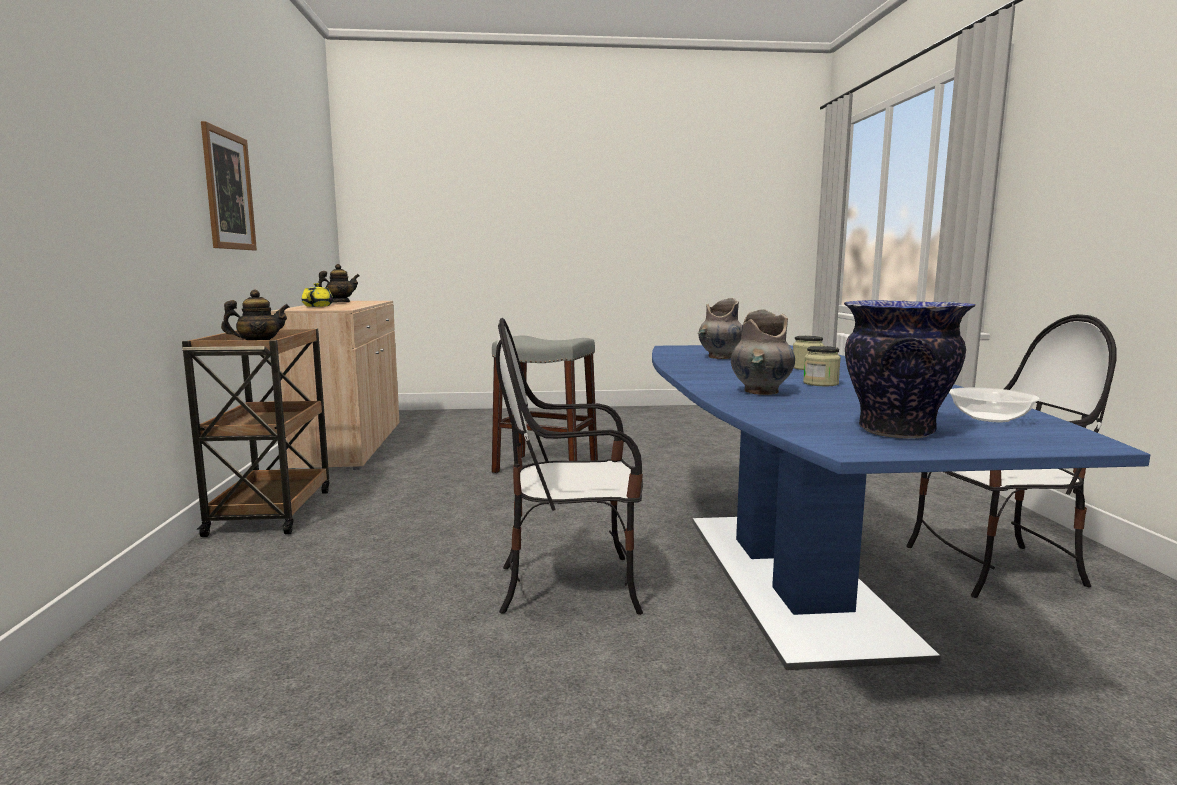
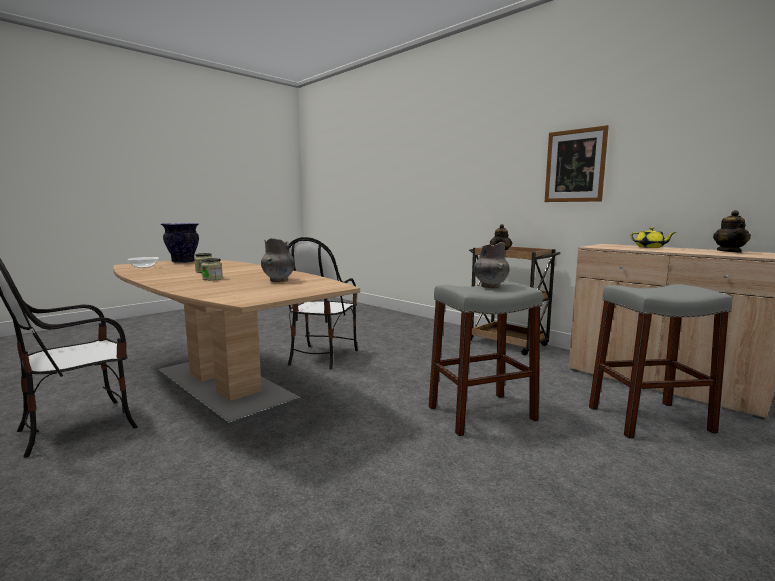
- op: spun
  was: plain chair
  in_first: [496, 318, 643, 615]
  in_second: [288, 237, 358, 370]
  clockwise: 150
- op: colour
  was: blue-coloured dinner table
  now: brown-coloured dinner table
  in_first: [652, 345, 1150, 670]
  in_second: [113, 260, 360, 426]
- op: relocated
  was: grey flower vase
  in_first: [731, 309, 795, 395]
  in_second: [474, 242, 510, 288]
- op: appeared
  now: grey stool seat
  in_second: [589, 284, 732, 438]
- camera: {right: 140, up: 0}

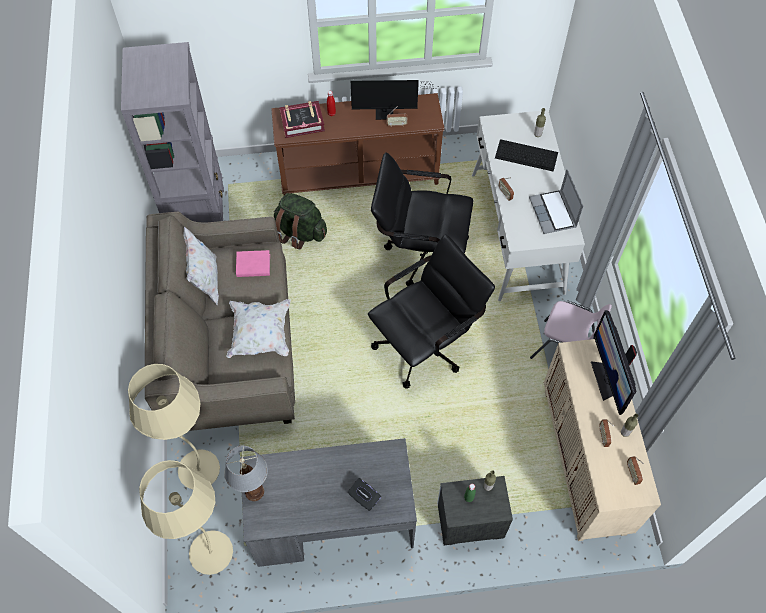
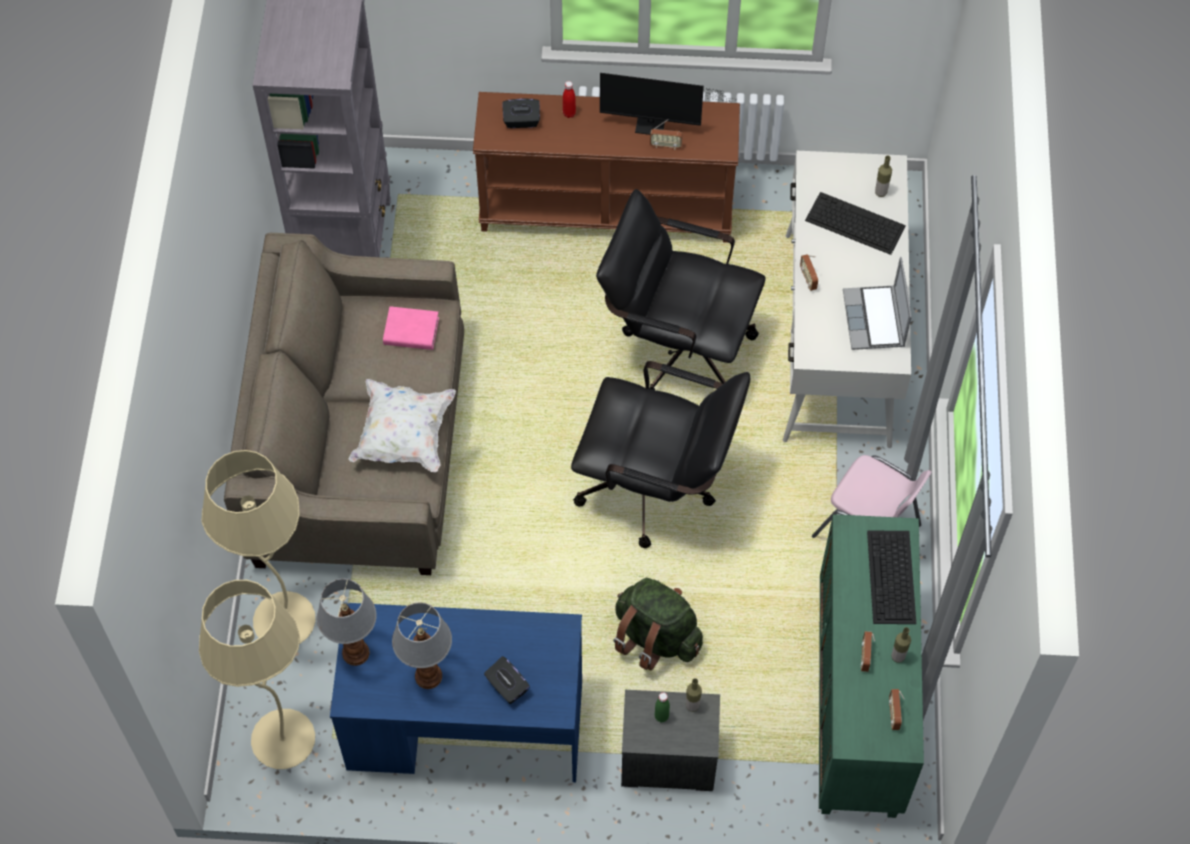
- op: missing
  was: whitish pillow
  in_first: [184, 226, 219, 305]
- op: colour
  was: grey desk unit
  now: blue-coloured desk unit
  in_first: [240, 438, 417, 567]
  in_second: [330, 603, 582, 782]
- op: relocated
  was: green-coloured knapsack
  in_first: [274, 193, 327, 249]
  in_second: [613, 578, 703, 671]
- op: exchanged
  was: book
  now: black box of tissues
  in_first: [279, 101, 325, 138]
  in_second: [502, 99, 540, 128]
- op: spun
  was: black office chair
  in_first: [368, 234, 495, 389]
  in_second: [571, 361, 750, 548]
  clockwise: 45
- op: colour
  was: sand-coloured storage cabinet
  now: green-coloured storage cabinet
  in_first: [544, 339, 661, 541]
  in_second: [819, 514, 924, 818]
- op: exchanged
  was: computer display
  now: PC keyboard
  in_first: [591, 310, 637, 415]
  in_second: [867, 531, 916, 624]
- op: appeared
  now: table lamp
  in_second: [392, 603, 452, 689]
- camera: {right: 10, up: 0}

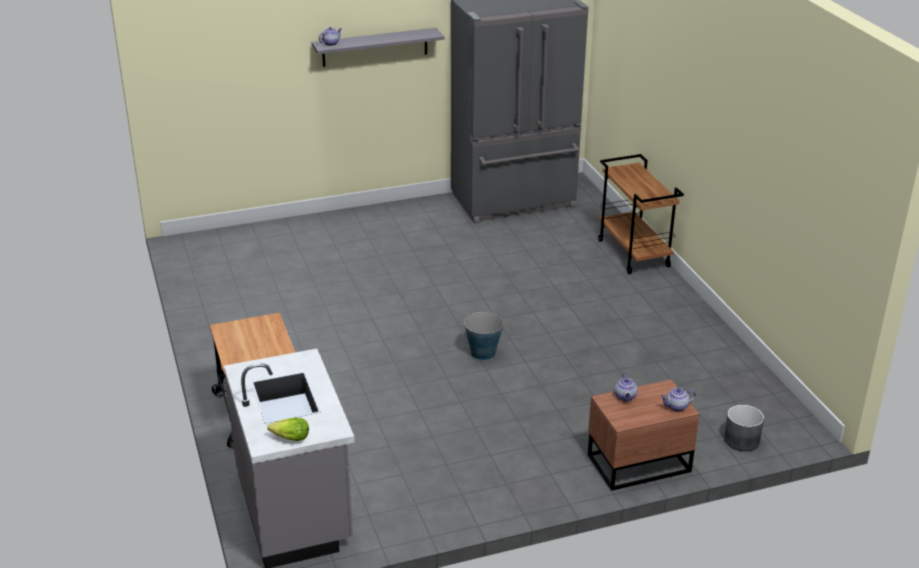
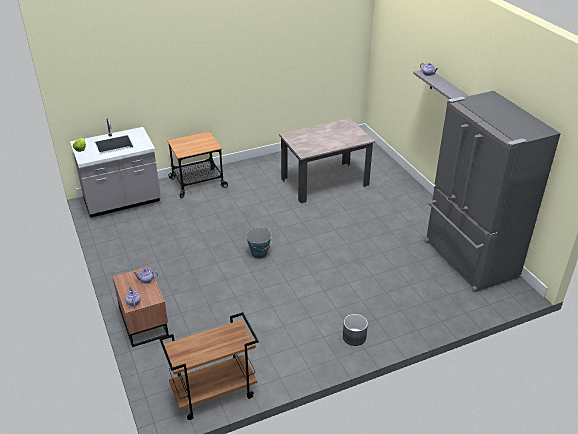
- op: relocated
  was: brown-coloured trolley
  in_first: [598, 154, 684, 274]
  in_second: [159, 312, 259, 420]
- op: relocated
  was: grey plant pot
  in_first: [724, 405, 764, 451]
  in_second: [343, 314, 368, 346]
- op: appeared
  now: sand-coloured dinner table
  in_second: [279, 118, 375, 203]
- camera: {right: 85, up: 5}

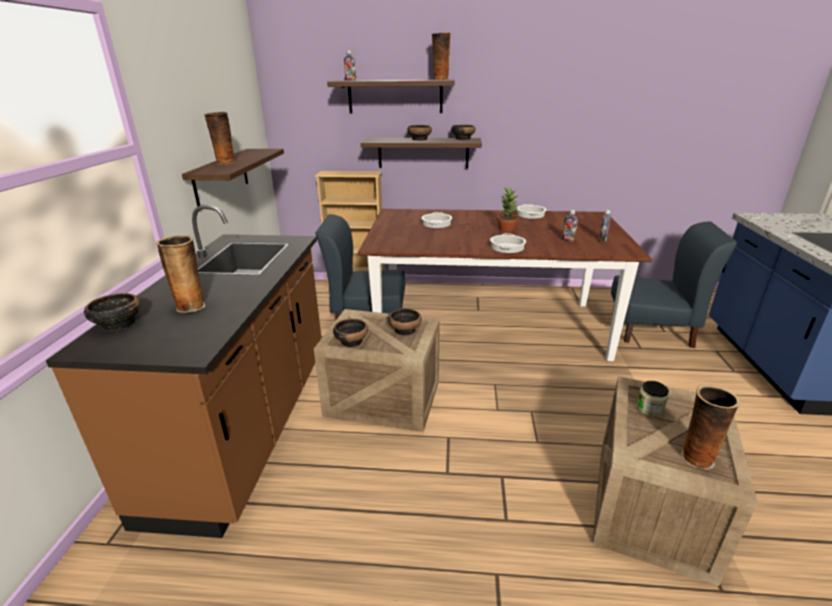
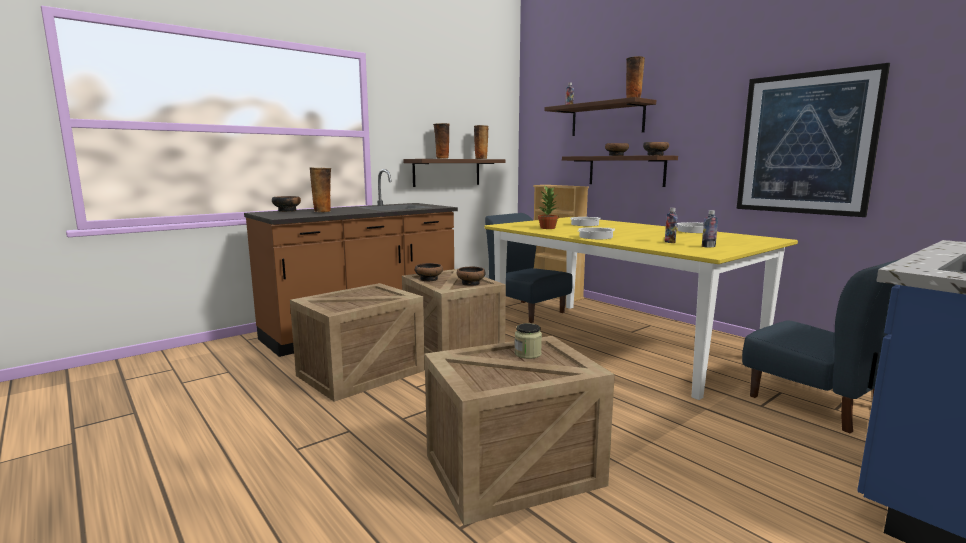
- op: colour
  was: brown-coloured dinner table
  now: yellow dinner table
  in_first: [358, 209, 652, 361]
  in_second: [484, 217, 798, 400]
- op: relocated
  was: plant in a pot
  in_first: [497, 187, 519, 232]
  in_second: [538, 185, 559, 229]
- op: relocated
  was: flower vase
  in_first: [681, 385, 740, 470]
  in_second: [474, 125, 489, 159]
- op: appeared
  now: shipping crate
  in_second: [290, 283, 425, 402]
- op: appeared
  now: wall art
  in_second: [737, 63, 890, 217]
- camera: {right: 45, up: -15}

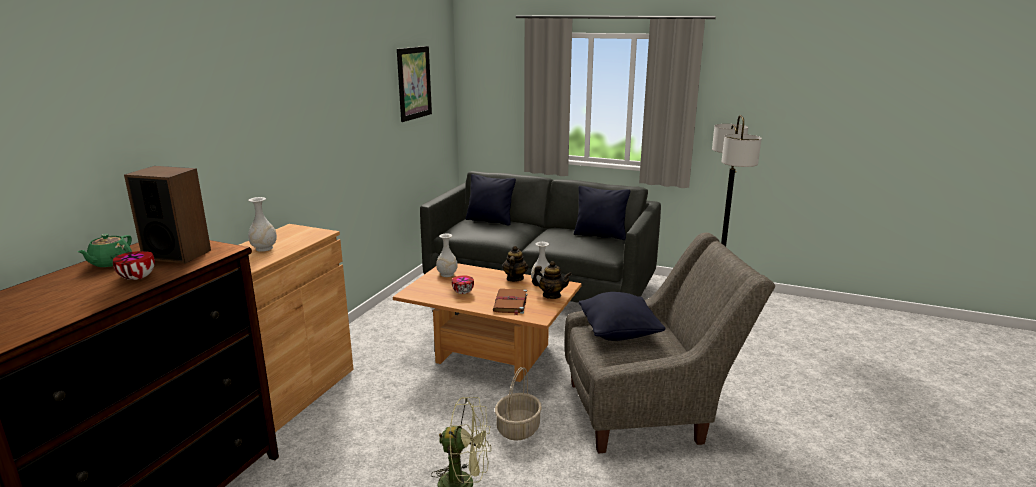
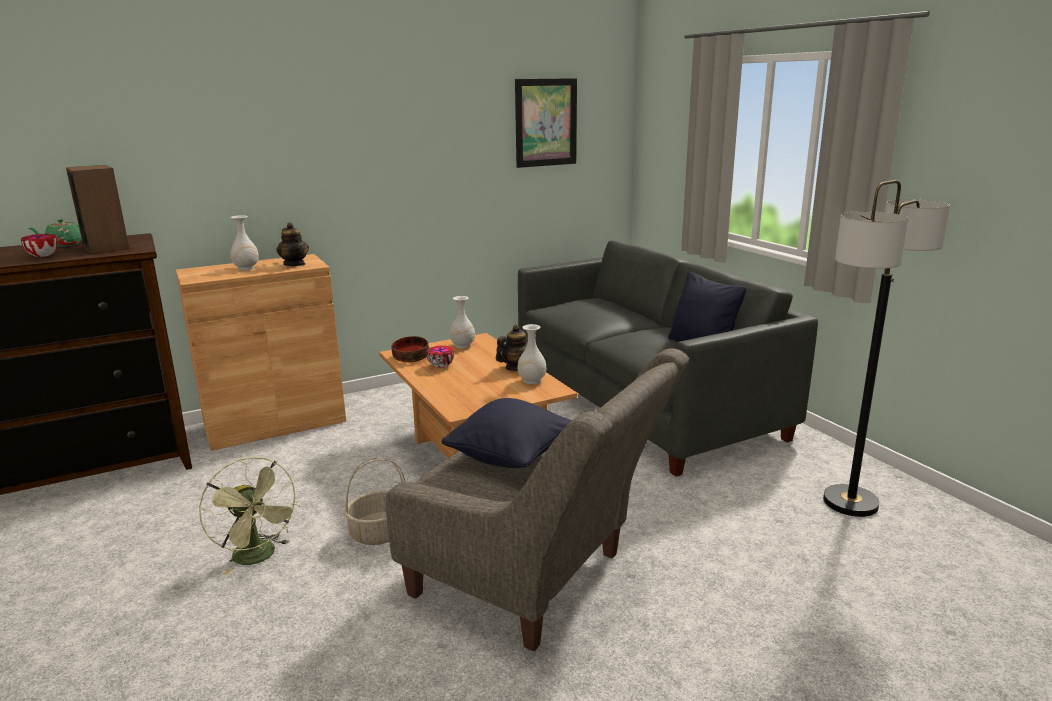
- op: missing
  was: black pillow
  in_first: [466, 174, 516, 225]
- op: missing
  was: brown-coloured book
  in_first: [493, 289, 527, 315]
- op: relocated
  was: pot for tea
  in_first: [532, 261, 572, 299]
  in_second: [277, 222, 309, 266]
- op: appeared
  now: deep dish
  in_second: [391, 336, 429, 362]
- camera: {right: 40, up: 0}

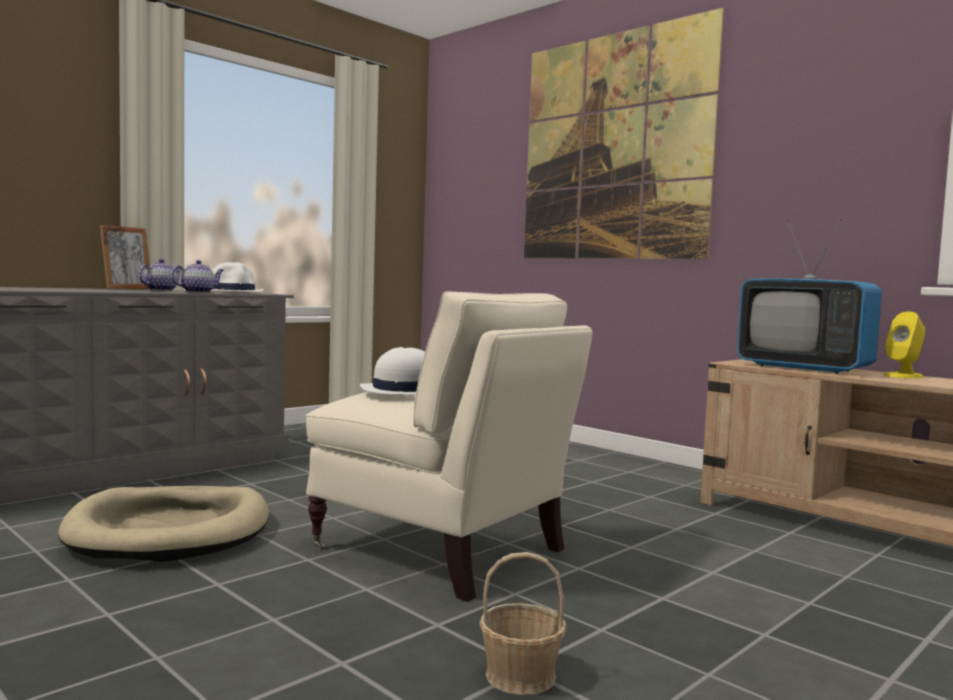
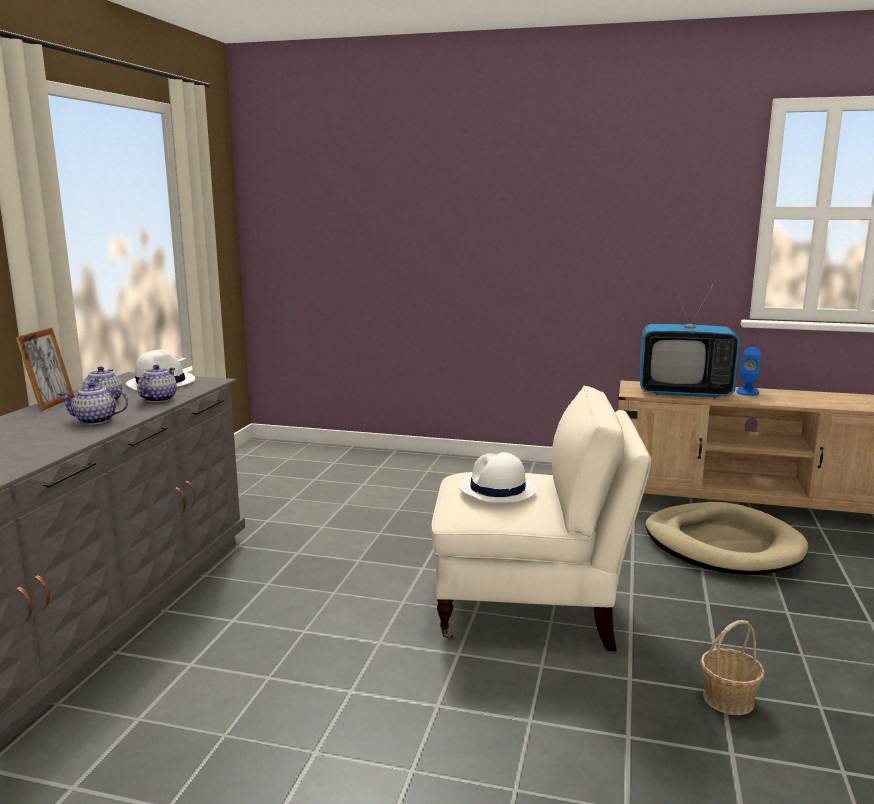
- op: relocated
  was: sand-coloured pet bed
  in_first: [58, 486, 269, 562]
  in_second: [645, 502, 808, 575]
- op: missing
  was: wall art
  in_first: [524, 8, 724, 259]
- op: colour
  was: yellow speaker
  now: blue-coloured speaker
  in_first: [884, 312, 925, 378]
  in_second: [736, 347, 761, 396]
- op: appeared
  now: pot for tea
  in_second: [58, 382, 128, 424]
- camera: {right: -30, up: 10}

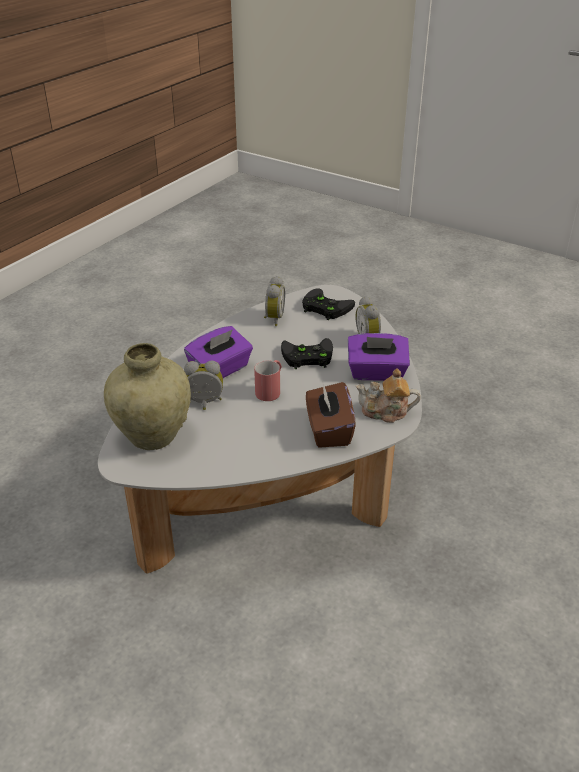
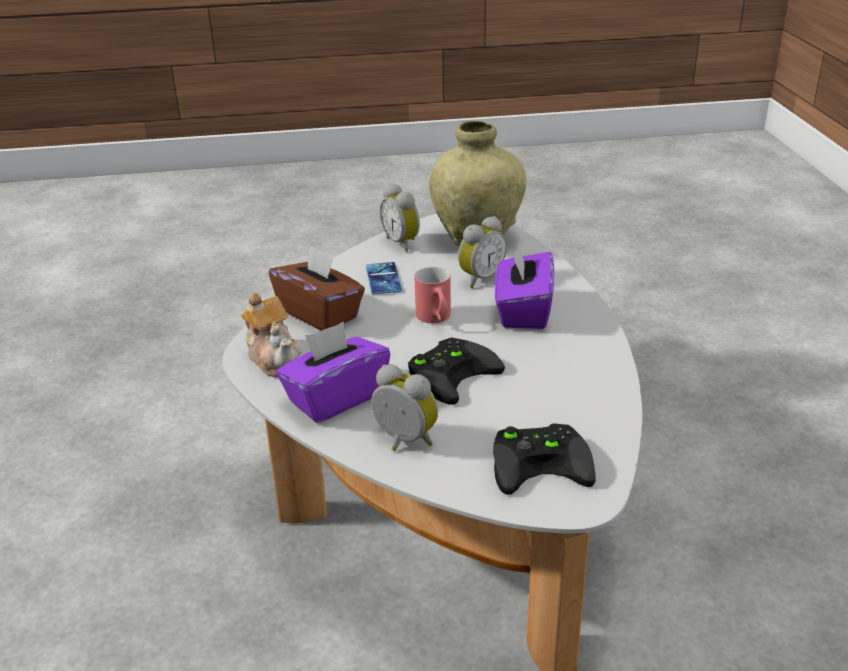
- op: relocated
  was: bedside clock
  in_first: [264, 276, 285, 326]
  in_second: [380, 183, 420, 252]
- op: spun
  was: pot for tea
  in_first: [356, 368, 421, 423]
  in_second: [241, 293, 301, 378]
  clockwise: 90
- op: appeared
  now: phone
  in_second: [366, 262, 402, 294]
- camera: {right: 140, up: -5}

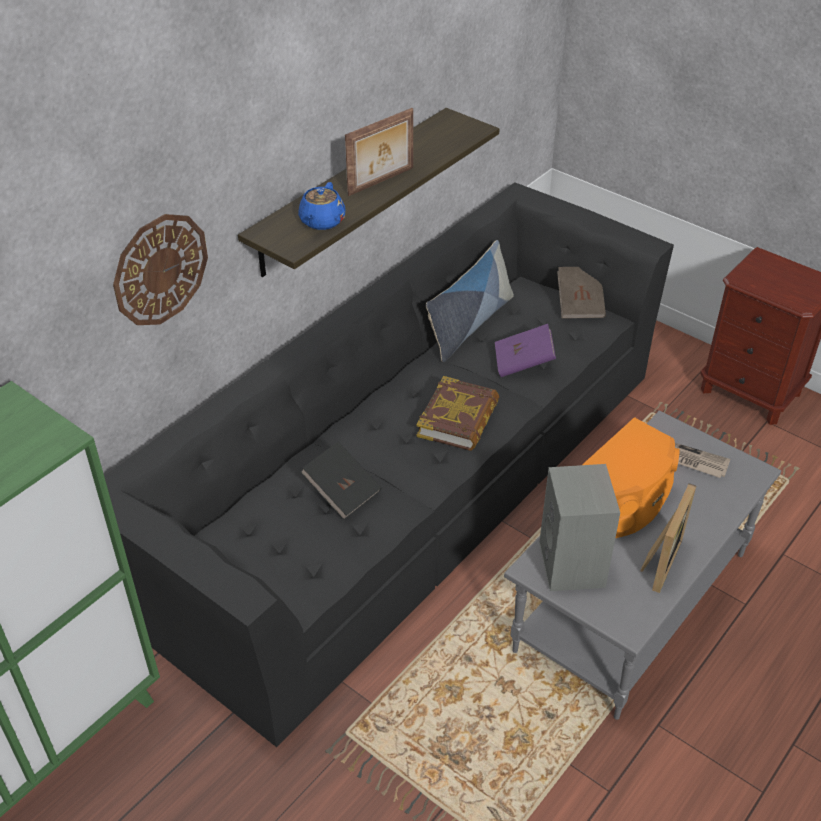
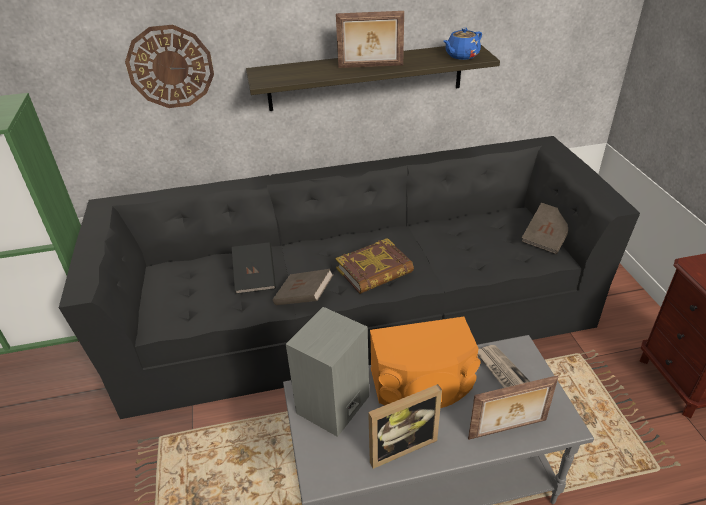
- op: relocated
  was: blue-coloured pot for tea
  in_first: [298, 182, 346, 230]
  in_second: [443, 28, 482, 60]
- op: missing
  was: pillow
  in_first: [426, 240, 514, 362]
- op: missing
  was: purple book
  in_first: [495, 324, 556, 377]
- op: appeared
  now: brown-coloured book
  in_second: [273, 269, 333, 305]
- op: appeared
  now: standing frame
  in_second: [468, 375, 558, 440]
- camera: {right: 40, up: -5}

